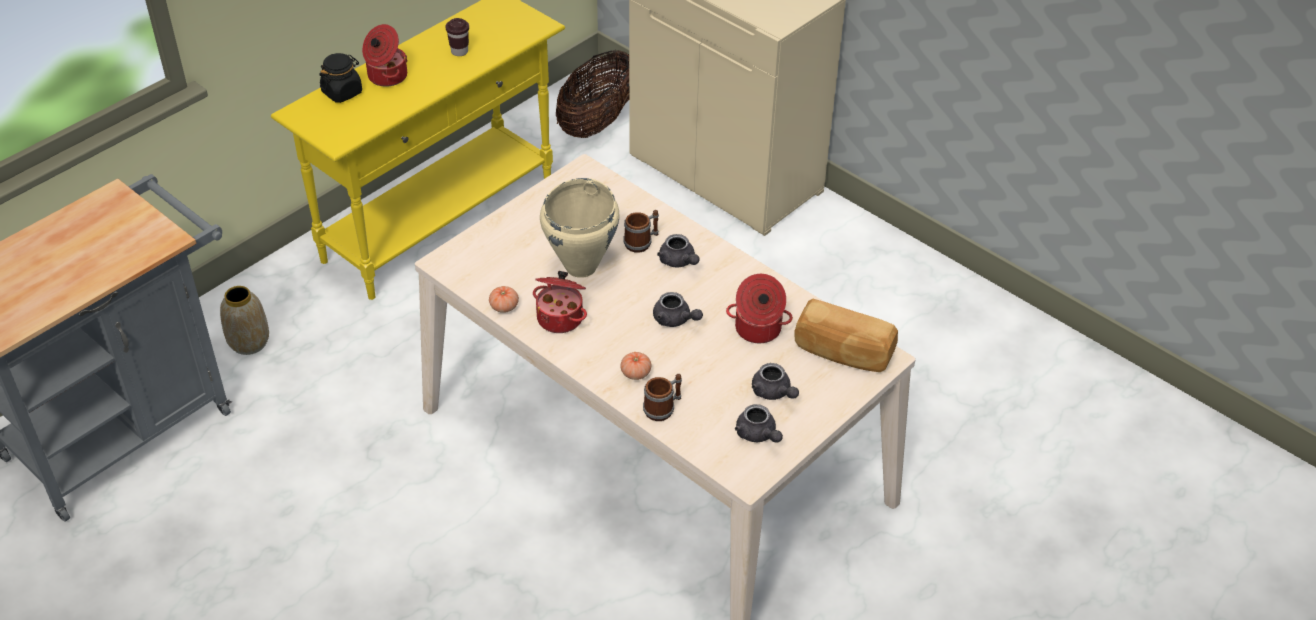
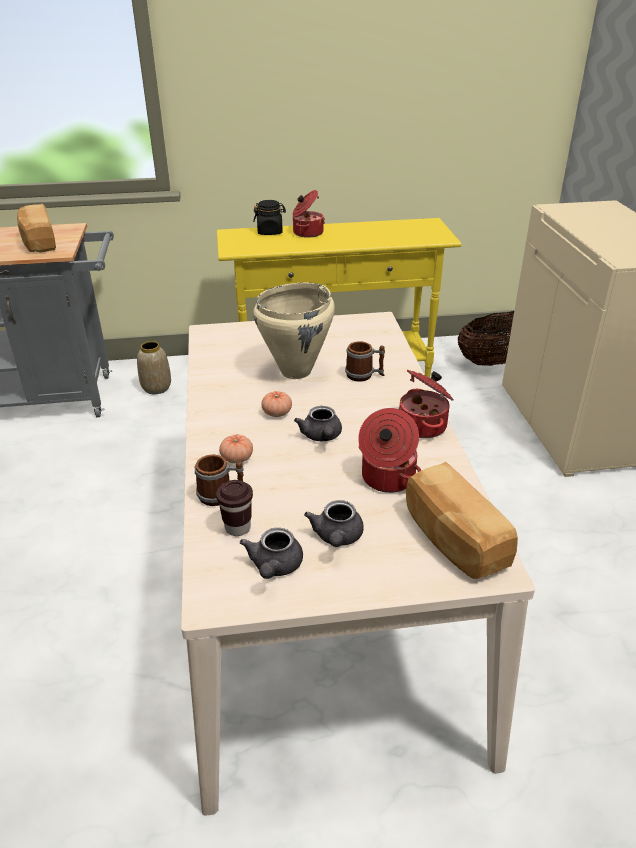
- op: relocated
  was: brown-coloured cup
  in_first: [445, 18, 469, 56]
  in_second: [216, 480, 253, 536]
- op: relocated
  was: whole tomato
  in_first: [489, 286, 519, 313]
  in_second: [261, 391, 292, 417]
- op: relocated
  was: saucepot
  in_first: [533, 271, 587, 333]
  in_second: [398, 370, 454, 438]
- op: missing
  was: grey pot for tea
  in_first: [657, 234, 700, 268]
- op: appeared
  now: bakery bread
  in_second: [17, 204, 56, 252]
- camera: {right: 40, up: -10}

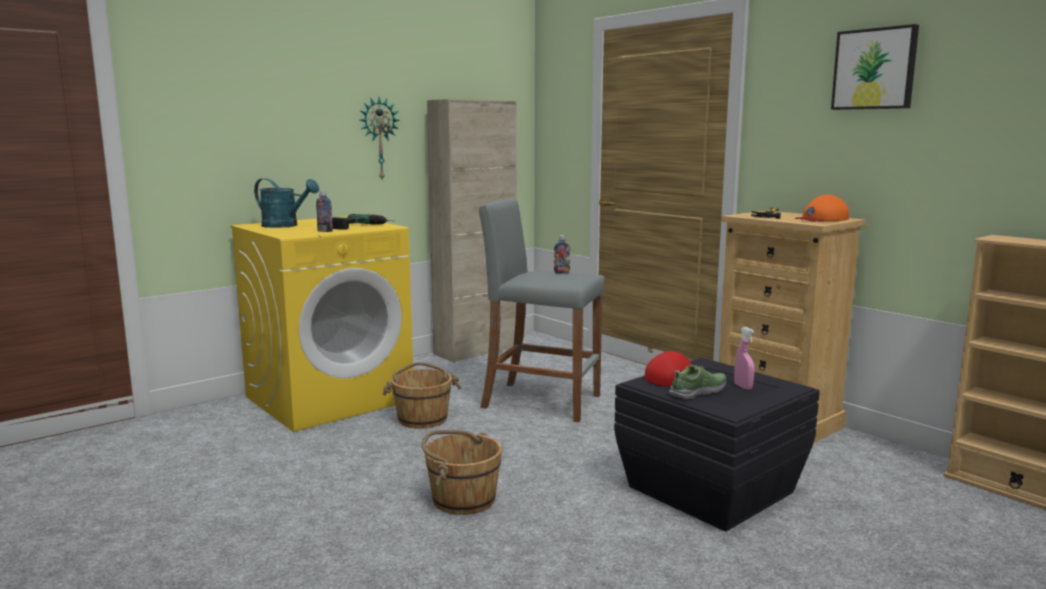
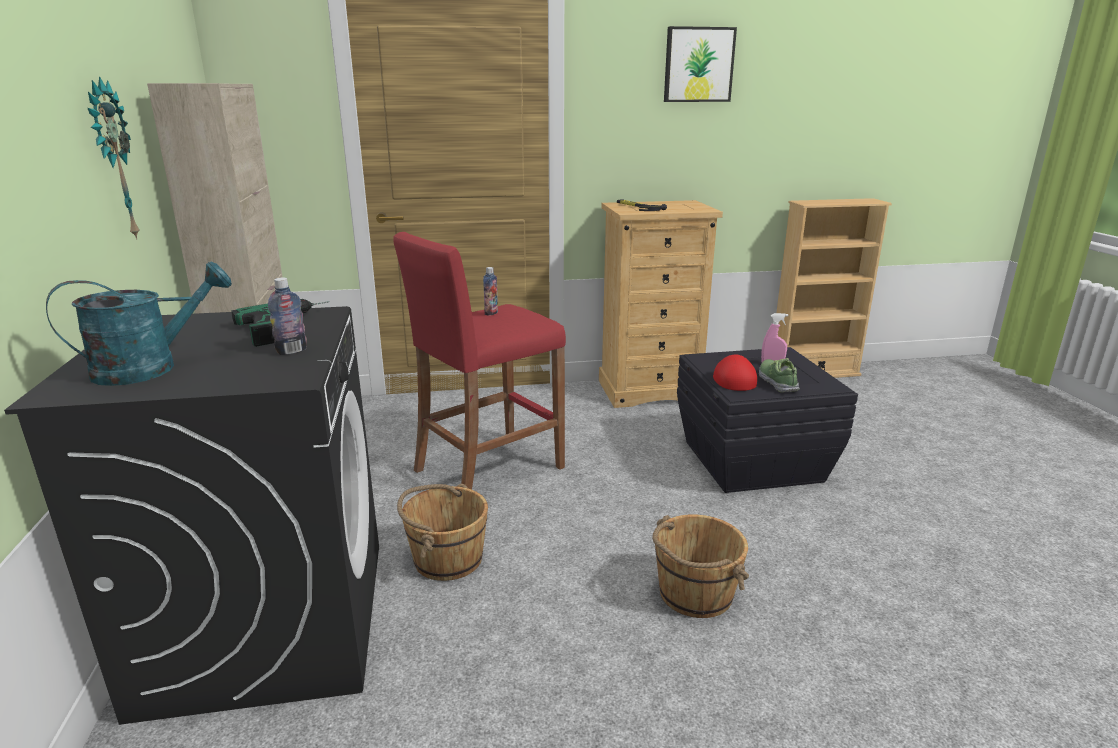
- op: colour
  was: yellow laundry machine
  now: black laundry machine
  in_first: [230, 216, 413, 432]
  in_second: [4, 306, 379, 725]
- op: colour
  was: grey stool seat
  now: red stool seat
  in_first: [479, 198, 604, 422]
  in_second: [393, 232, 566, 489]
- op: missing
  was: orange-coloured cap
  in_first: [795, 194, 849, 221]
- camera: {right: -60, up: 10}

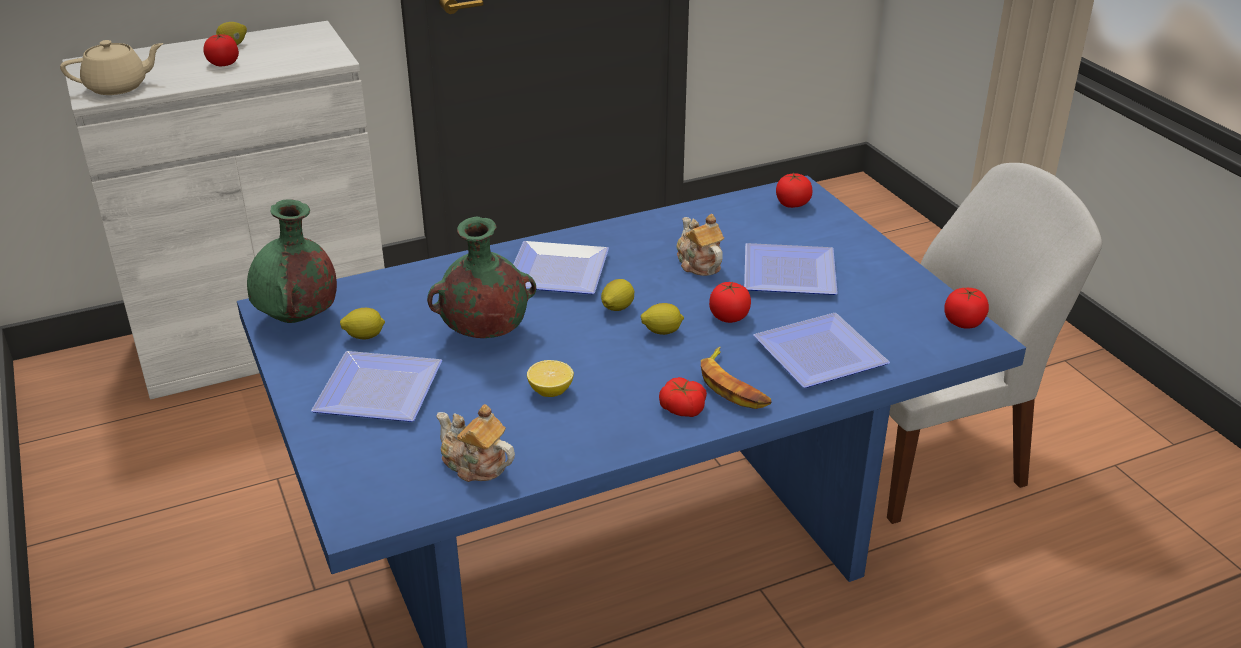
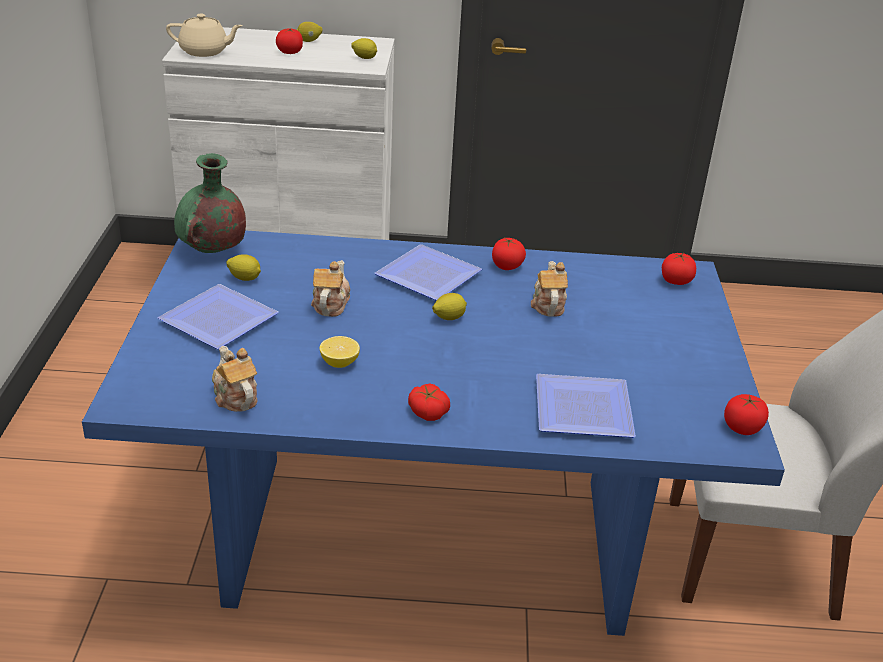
- op: exchanged
  was: green-coloured flower vase
  now: pot for tea
  in_first: [427, 217, 536, 338]
  in_second: [311, 260, 350, 317]
- op: relocated
  was: lemon
  in_first: [641, 303, 684, 335]
  in_second: [351, 38, 377, 59]
- op: missing
  was: banana fruit
  in_first: [701, 347, 772, 409]
- op: relocated
  was: whole tomato
  in_first: [709, 282, 751, 323]
  in_second: [492, 238, 526, 270]
- op: missing
  was: dinner plate
  in_first: [744, 243, 838, 295]
- camera: {right: 25, up: 0}

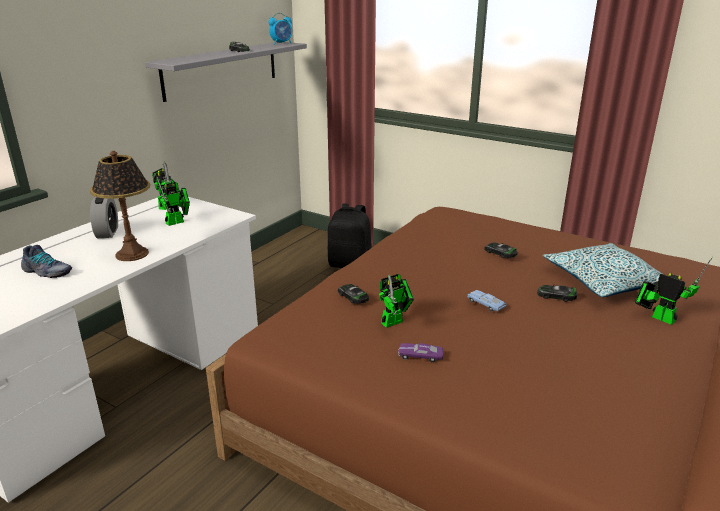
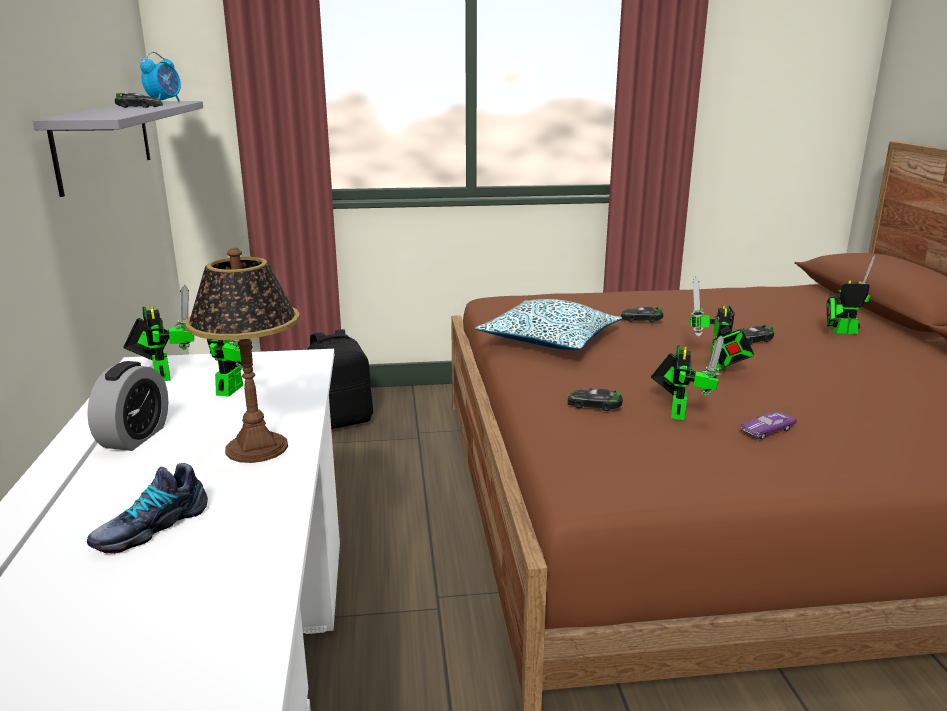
- op: spun
  was: shoe
  in_first: [21, 245, 72, 278]
  in_second: [87, 463, 208, 554]
  clockwise: 150
- op: spun
  was: bedside clock
  in_first: [90, 197, 118, 238]
  in_second: [87, 361, 168, 451]
  clockwise: 60
- op: exchanged
  was: blue-coloured toy car
  now: model robot
  in_first: [467, 290, 506, 311]
  in_second: [690, 277, 754, 370]
- op: relocated
  was: pillow
  in_first: [543, 243, 662, 297]
  in_second: [475, 299, 622, 350]
- camera: {right: -40, up: -5}

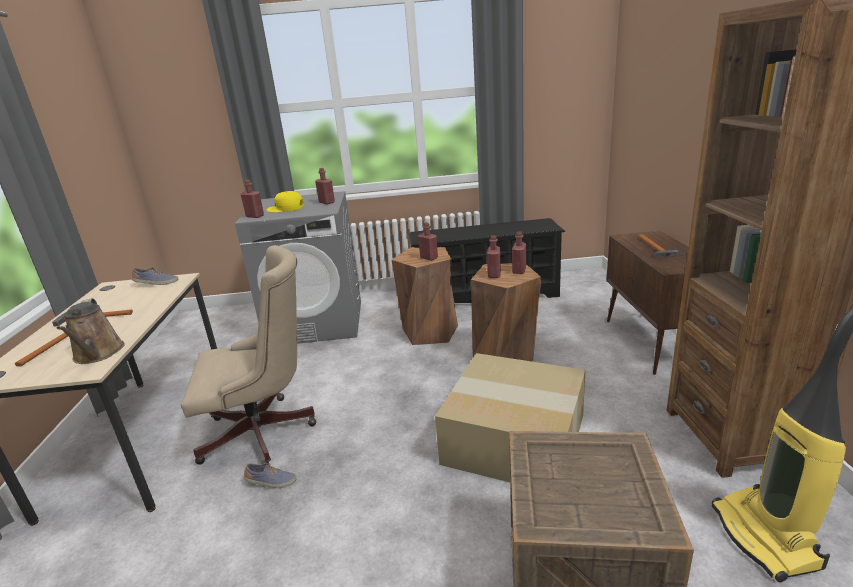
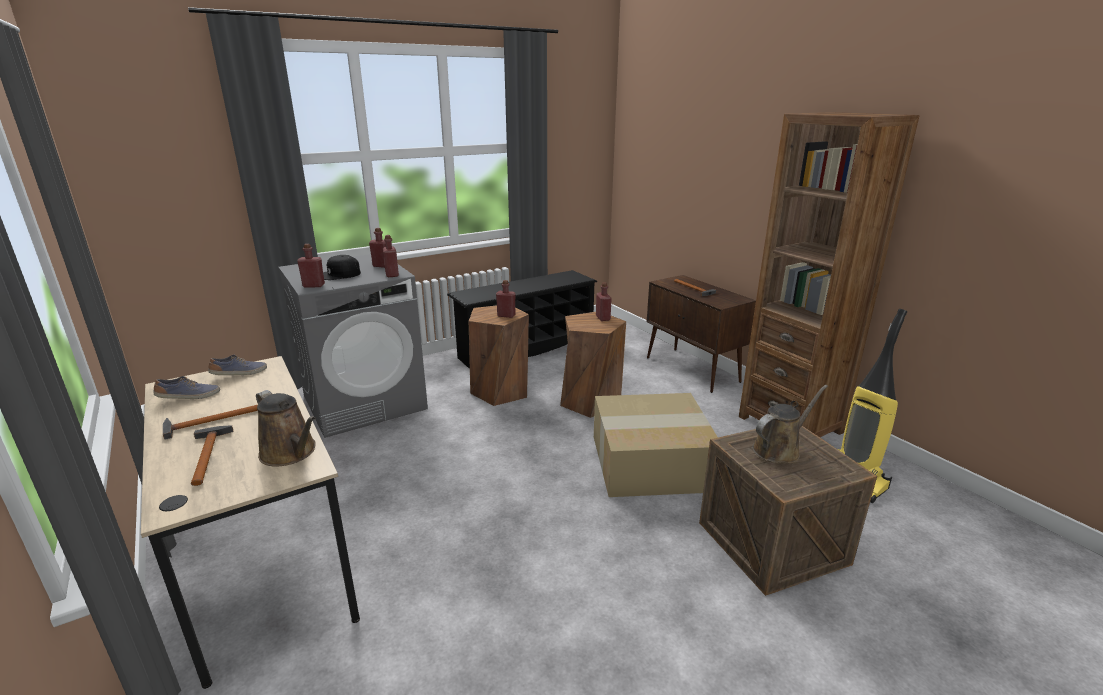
- op: missing
  was: sand-coloured office chair
  in_first: [181, 245, 317, 465]
- op: relocated
  was: shoe
  in_first: [244, 463, 297, 488]
  in_second: [153, 376, 220, 399]
- op: colour
  was: yellow cap
  now: black cap
  in_first: [267, 191, 304, 213]
  in_second: [323, 255, 361, 280]
- op: relocated
  was: red beverage bottle
  in_first: [487, 235, 501, 278]
  in_second: [383, 235, 399, 277]
- op: appeared
  now: brown-coloured sprinkling can
  in_second: [752, 385, 828, 464]
- camera: {right: -30, up: 0}

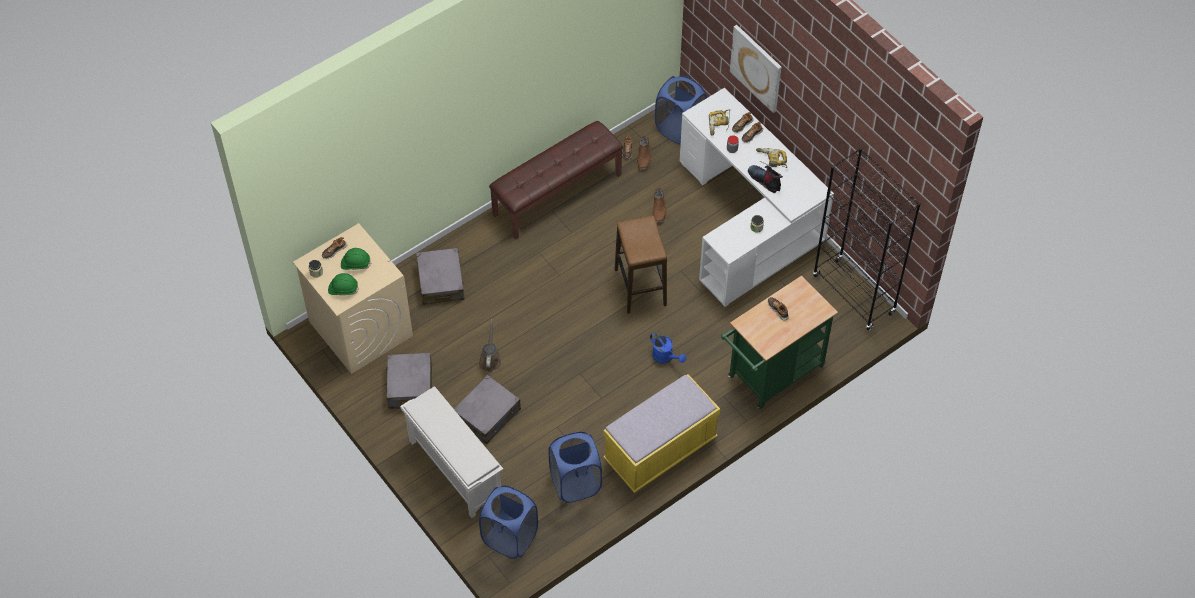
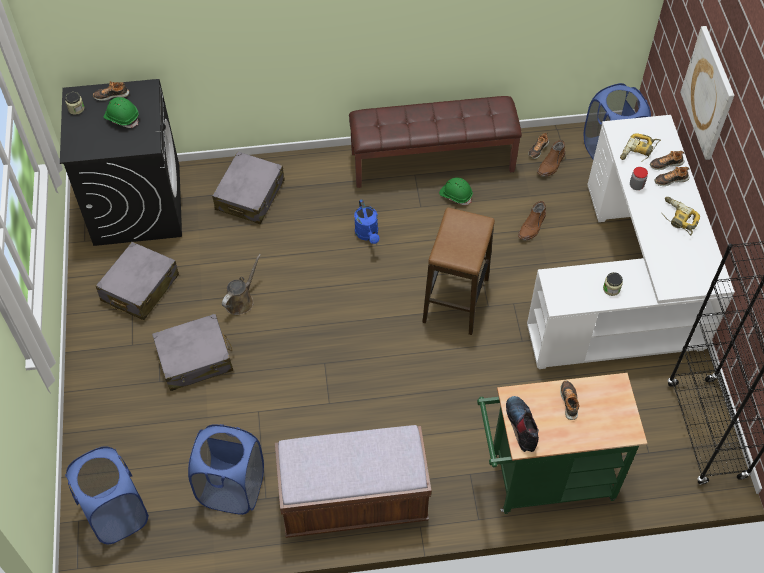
- op: colour
  was: sand-coloured laundry machine
  now: black laundry machine
  in_first: [293, 223, 413, 374]
  in_second: [60, 79, 182, 246]
- op: relocated
  was: green-coloured work helmet
  in_first: [328, 273, 359, 295]
  in_second: [439, 177, 473, 205]
- op: missing
  was: whitish shoe rack
  in_first: [400, 386, 503, 518]
- op: colour
  was: yellow indoor bench
  now: brown-coloured indoor bench
  in_first: [603, 374, 720, 493]
  in_second: [275, 425, 431, 538]
- op: relocated
  was: blue-coloured sprinkling can
  in_first: [650, 333, 686, 363]
  in_second: [354, 199, 380, 244]
- op: relocated
  was: tall boot
  in_first: [748, 165, 783, 193]
  in_second: [506, 396, 539, 452]
- camera: {right: 30, up: 0}

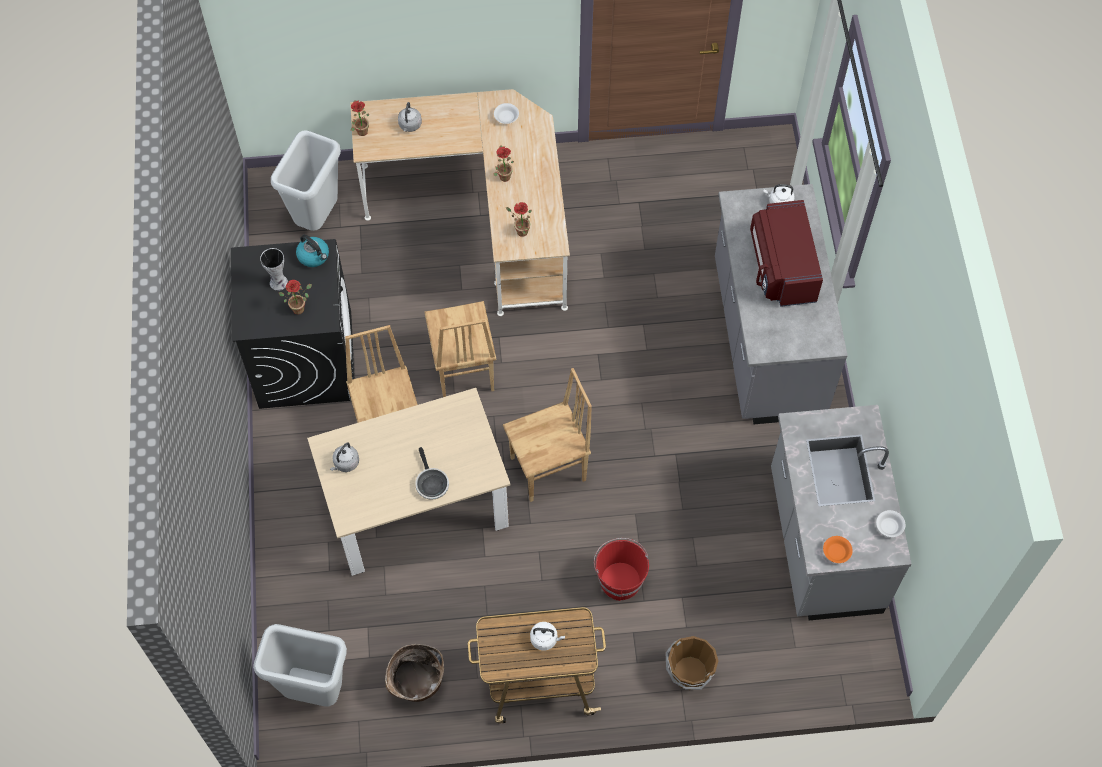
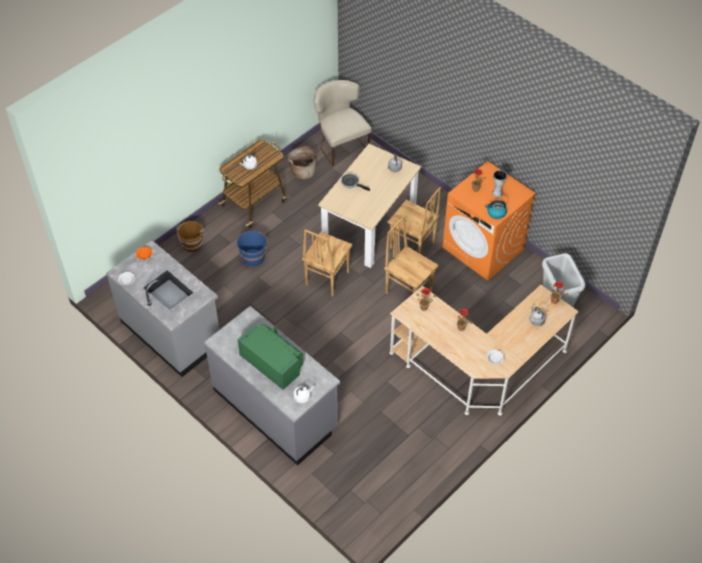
- op: colour
  was: black laundry machine
  now: orange-coloured laundry machine
  in_first: [231, 239, 355, 409]
  in_second: [442, 161, 536, 281]
- op: exchanged
  was: grey rubbish bin
  now: sand-coloured plain chair
  in_first: [253, 624, 347, 706]
  in_second: [314, 80, 371, 166]
- op: colour
  was: red pail
  now: blue-coloured pail
  in_first: [594, 538, 649, 601]
  in_second: [237, 231, 268, 267]
- op: colour
  was: red microwave oven
  now: green-coloured microwave oven
  in_first: [750, 200, 823, 307]
  in_second: [237, 324, 304, 390]
- camera: {right: 140, up: -10}

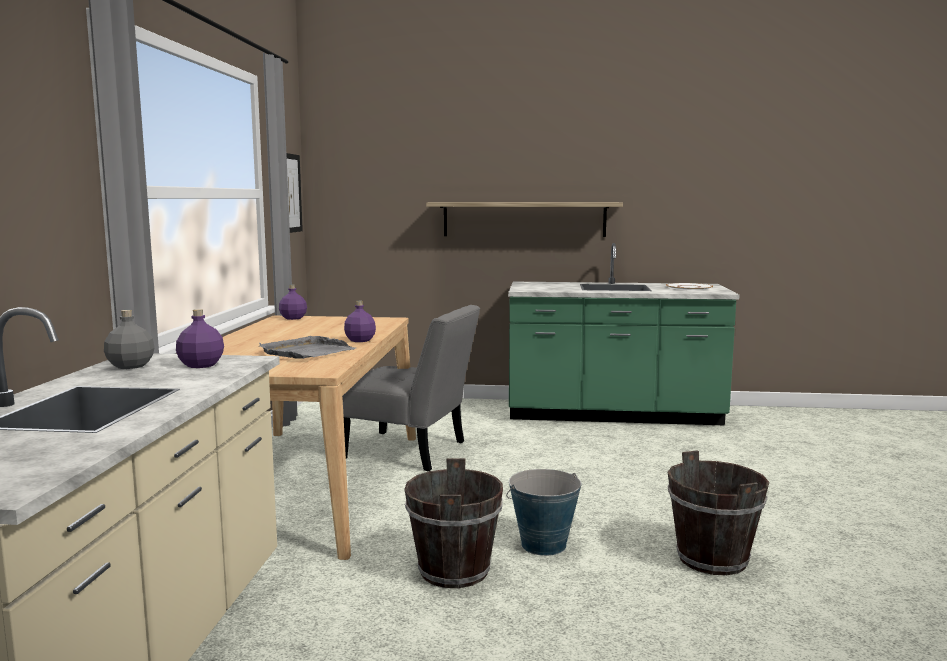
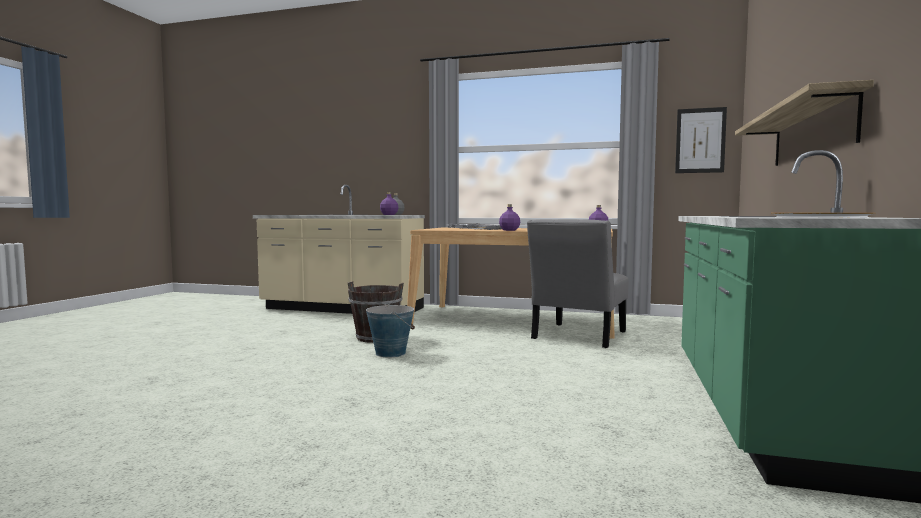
- op: missing
  was: brown-coloured pail
  in_first: [667, 450, 769, 575]
- camera: {right: 100, up: -5}

